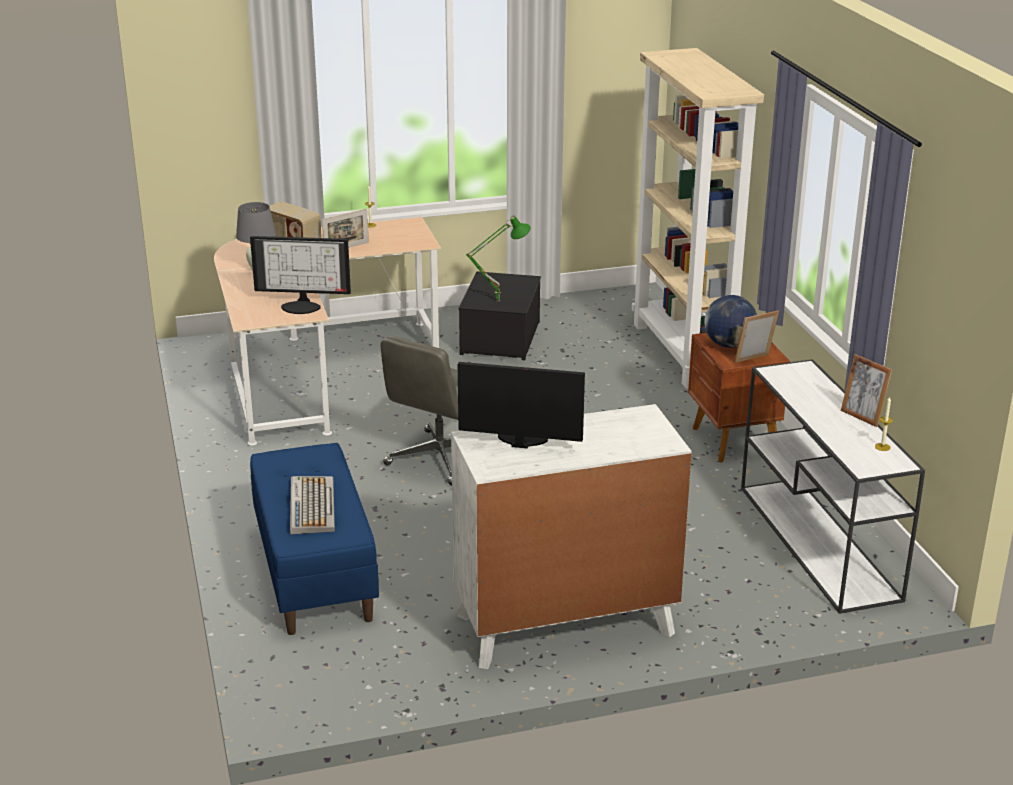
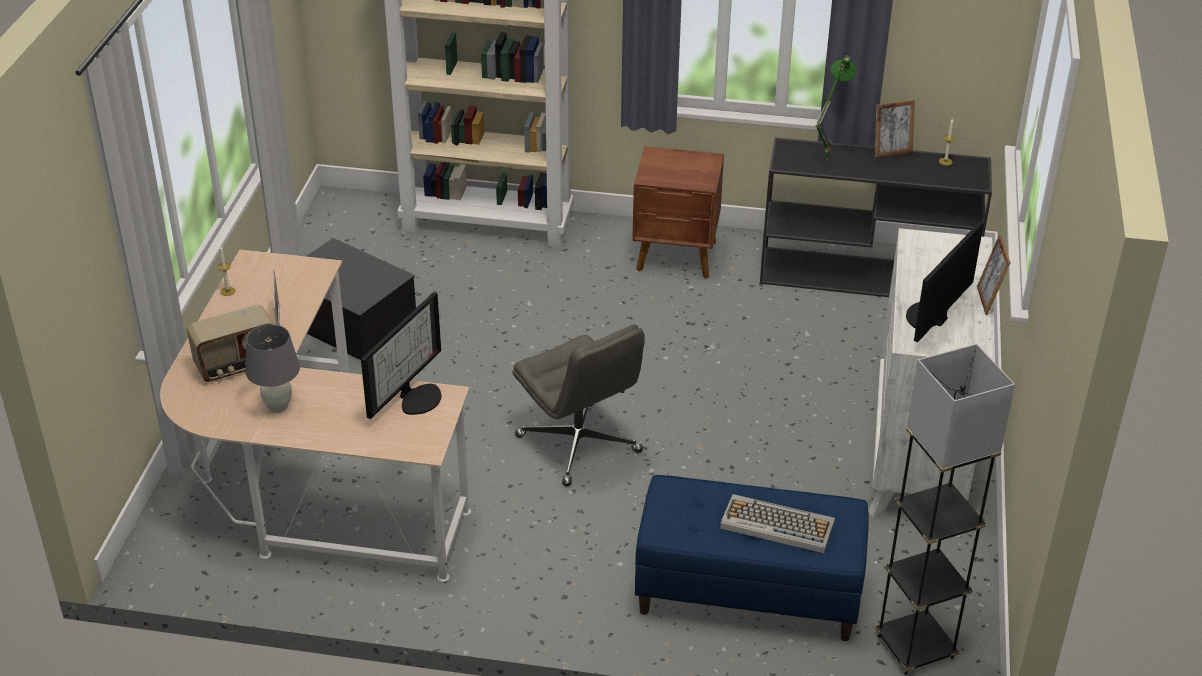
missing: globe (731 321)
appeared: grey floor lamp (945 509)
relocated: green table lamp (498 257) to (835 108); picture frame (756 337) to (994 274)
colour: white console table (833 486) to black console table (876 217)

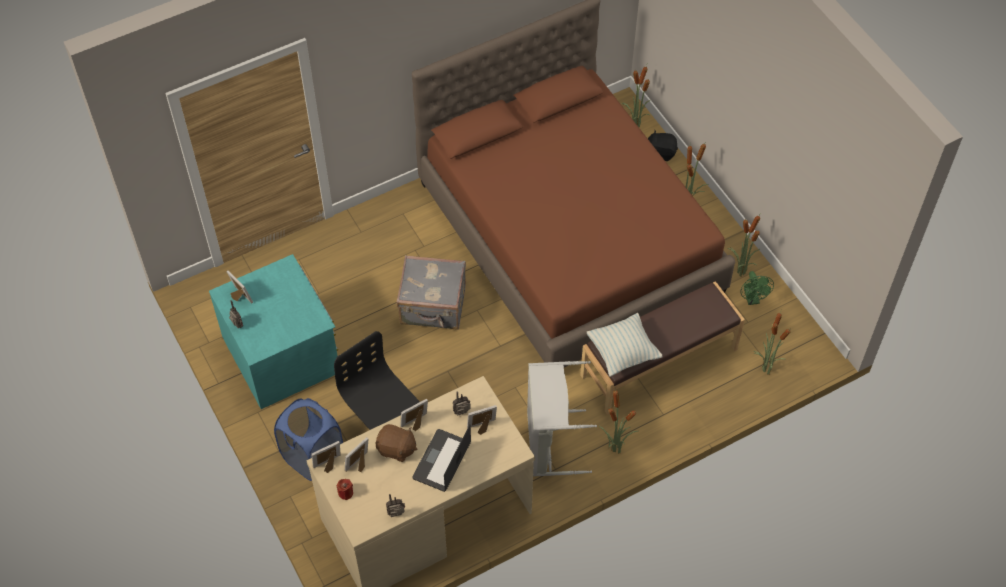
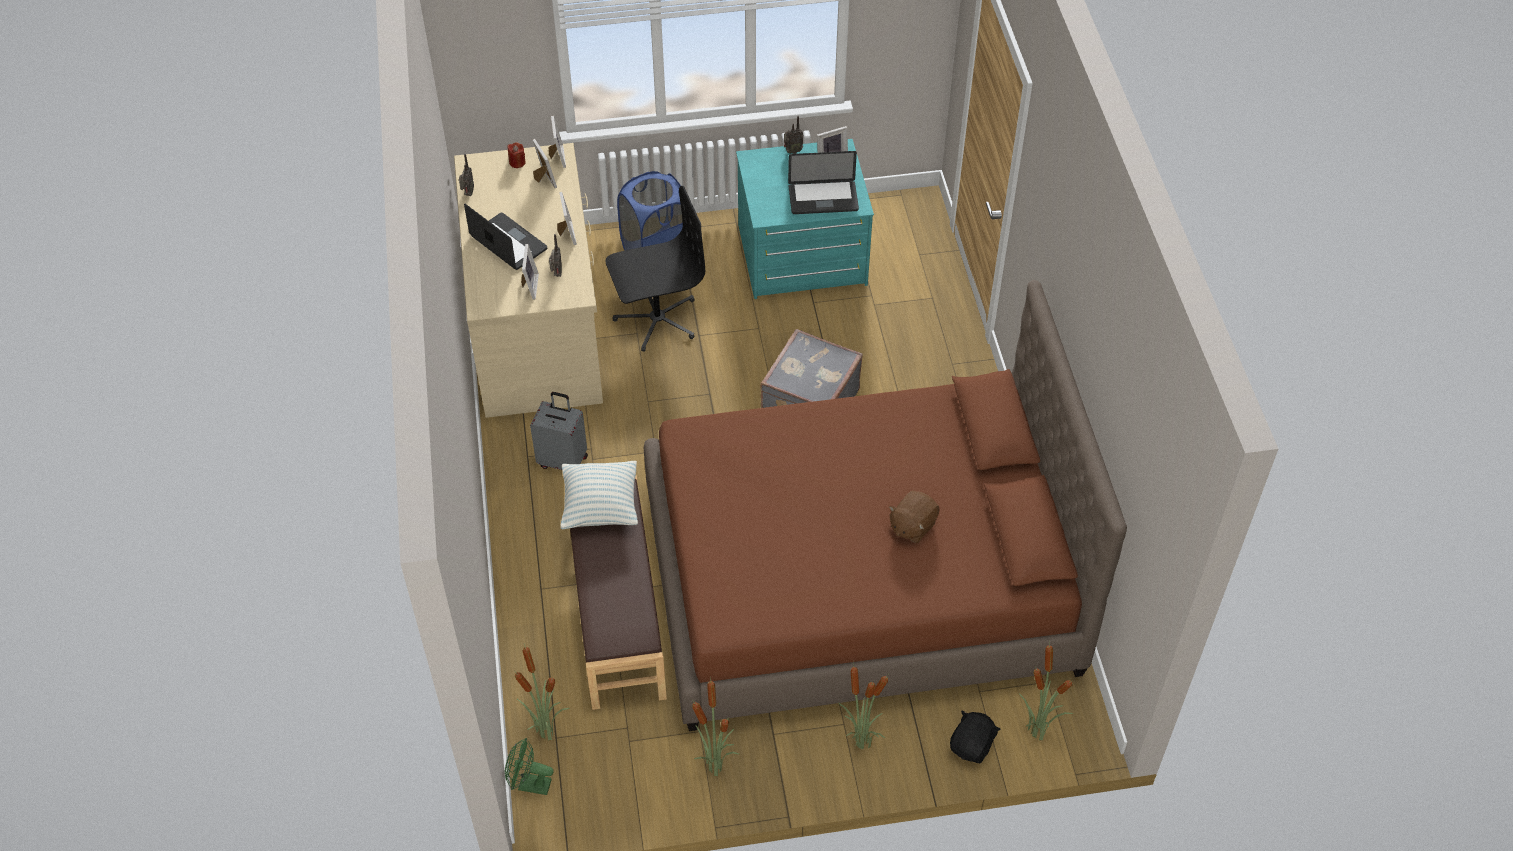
missing: potted plant (619 421)
appeared: laptop (823 182)
relocated: green fan (757 288) to (529 766); brown plush toy (396 443) to (914 517)
exchanged: grey laundry basket (562 418) to grey suitcase (559 431)

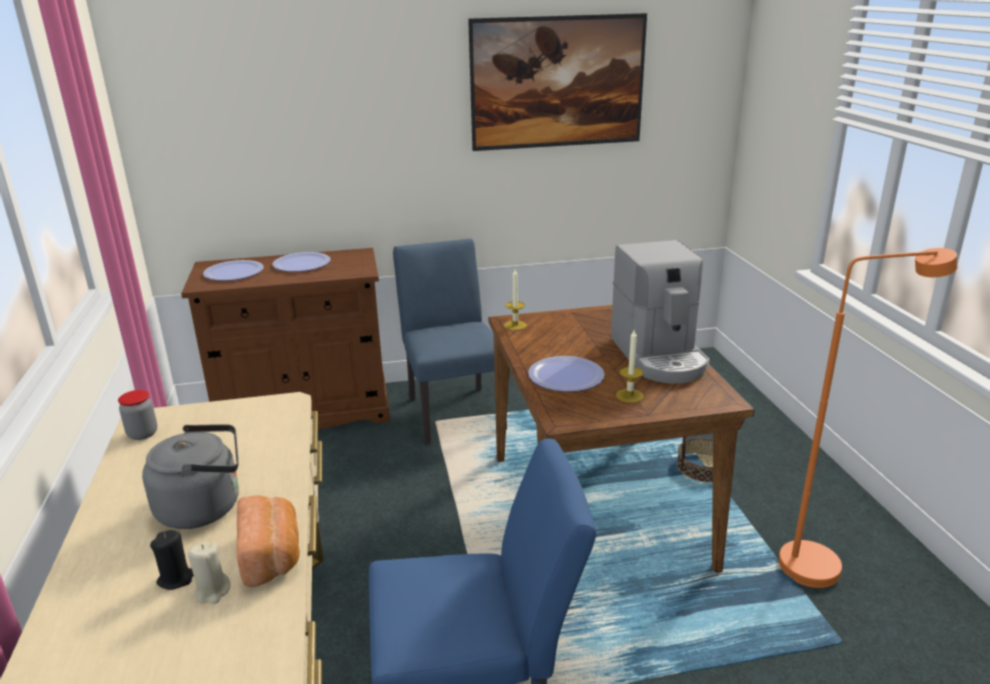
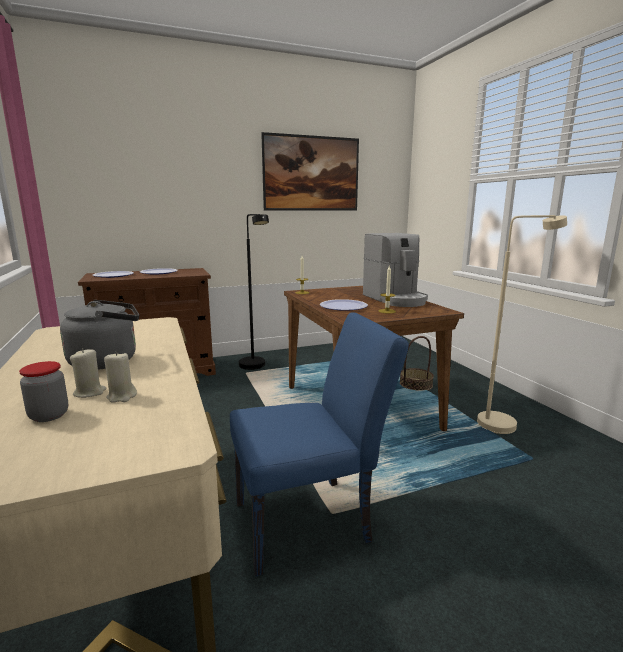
missing: bread (268 541)
relocated: jar (137 415) to (43 391)
exchanged: blue chair (450 341) to black floor lamp (254 292)
colour: orange floor lamp (867 418) to beige floor lamp (522 324); black candle (172 560) to beige candle (88 373)

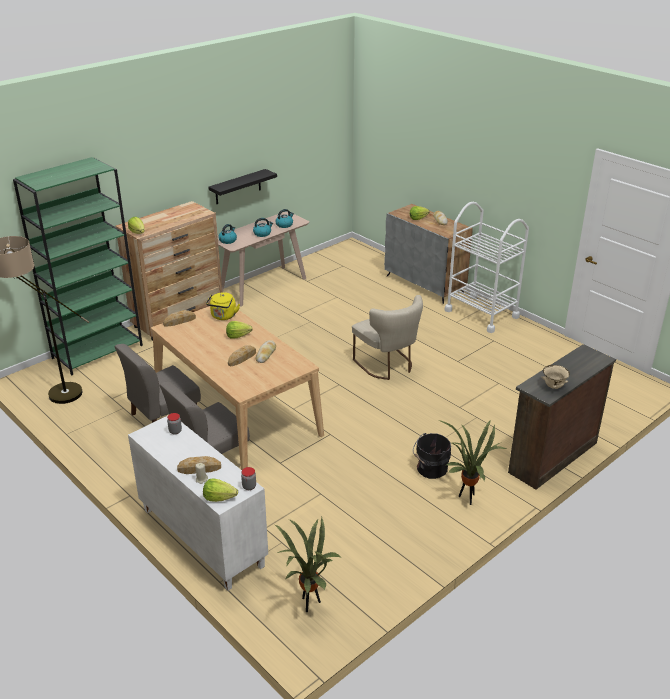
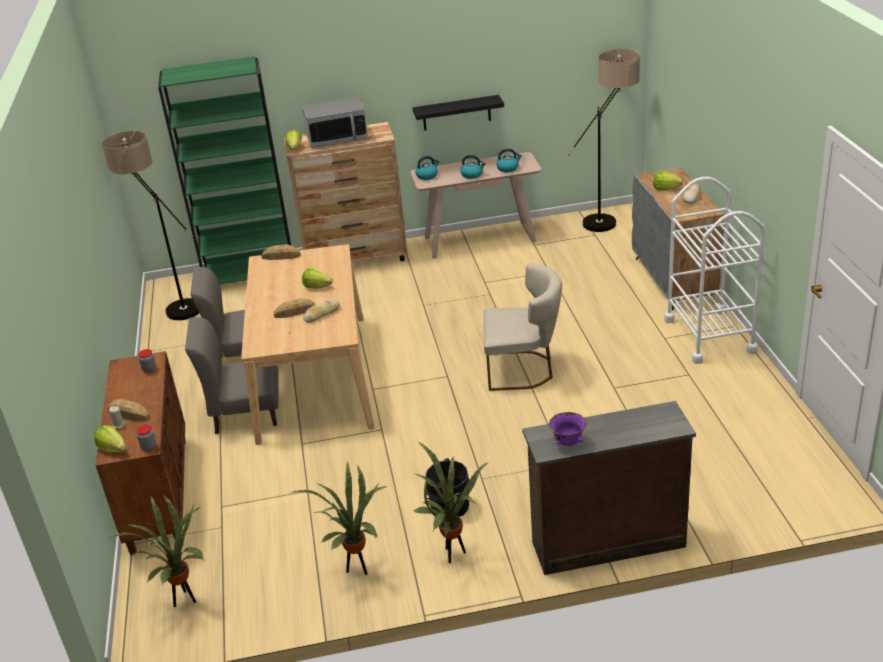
missing: yellow kettle (223 306)
appeared: floor lamp (604 140); microwave (335 122); potted plant (338 518)
colour: beige bowl (555 377) to purple bowl (567 429); white cabinet (198 503) to brown cabinet (141 453)
spun: beige chair (387 337) = (523 327) 90 degrees counterclockwise

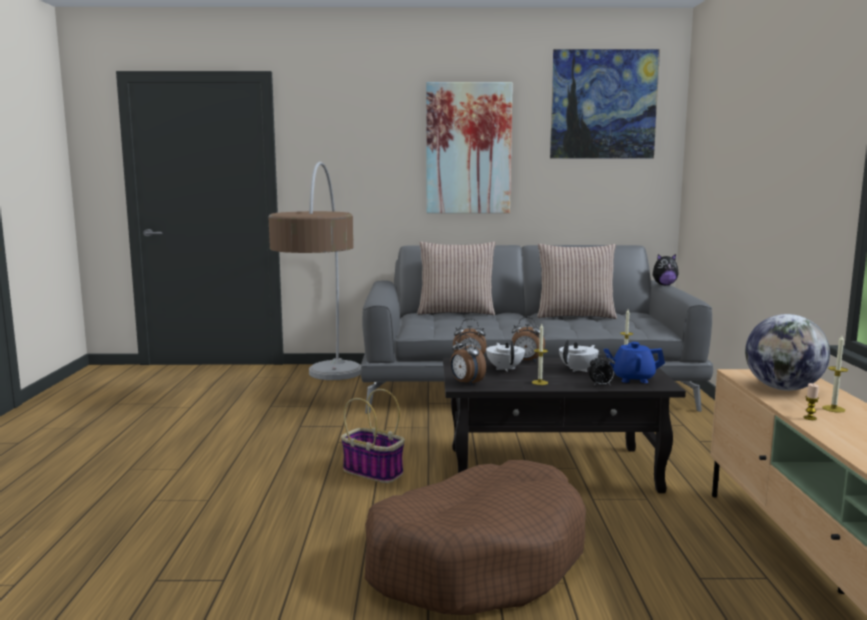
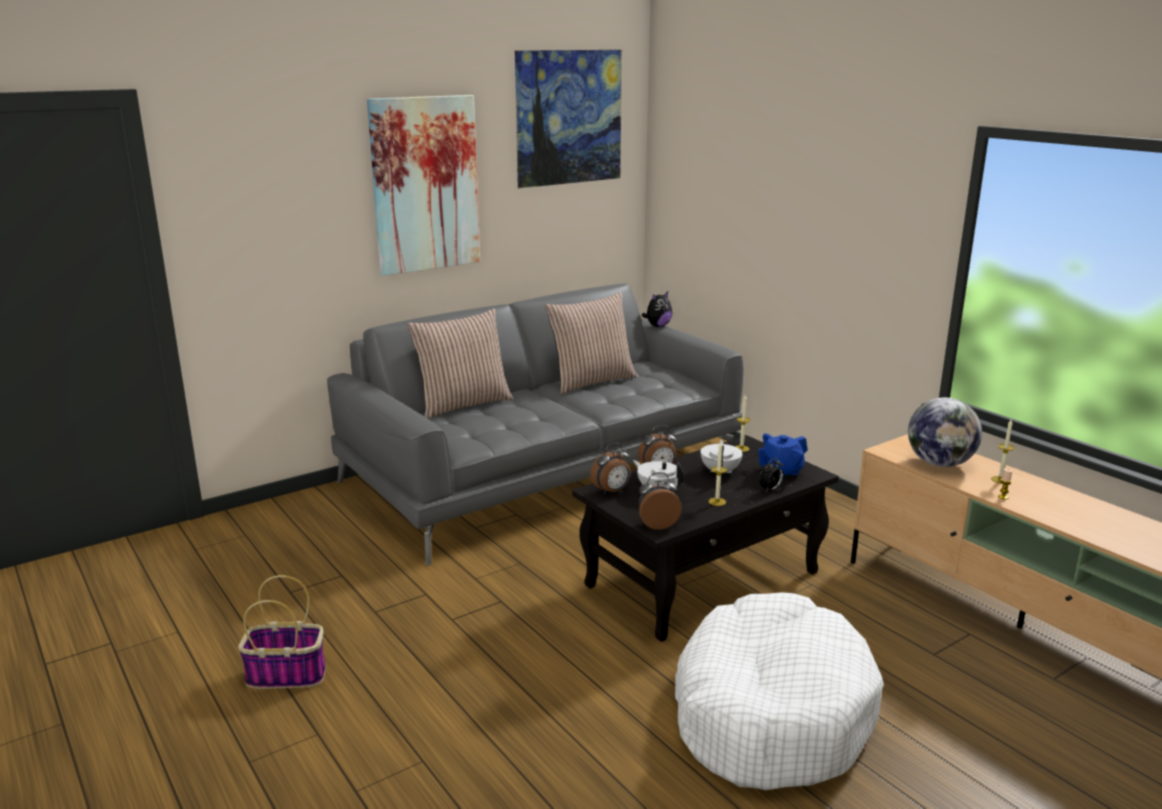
missing: floor lamp (314 271)
relocated: basket (373 436) to (282 632)
colour: brown dog bed (475 537) to white dog bed (779 691)
spun: alarm clock (468 360) = (660 501) 150 degrees clockwise

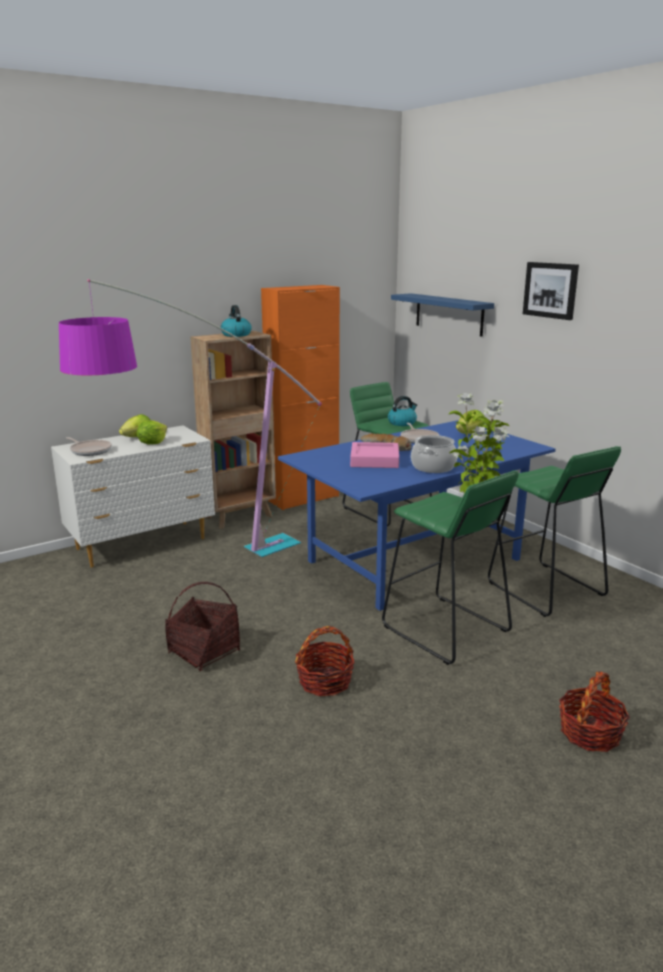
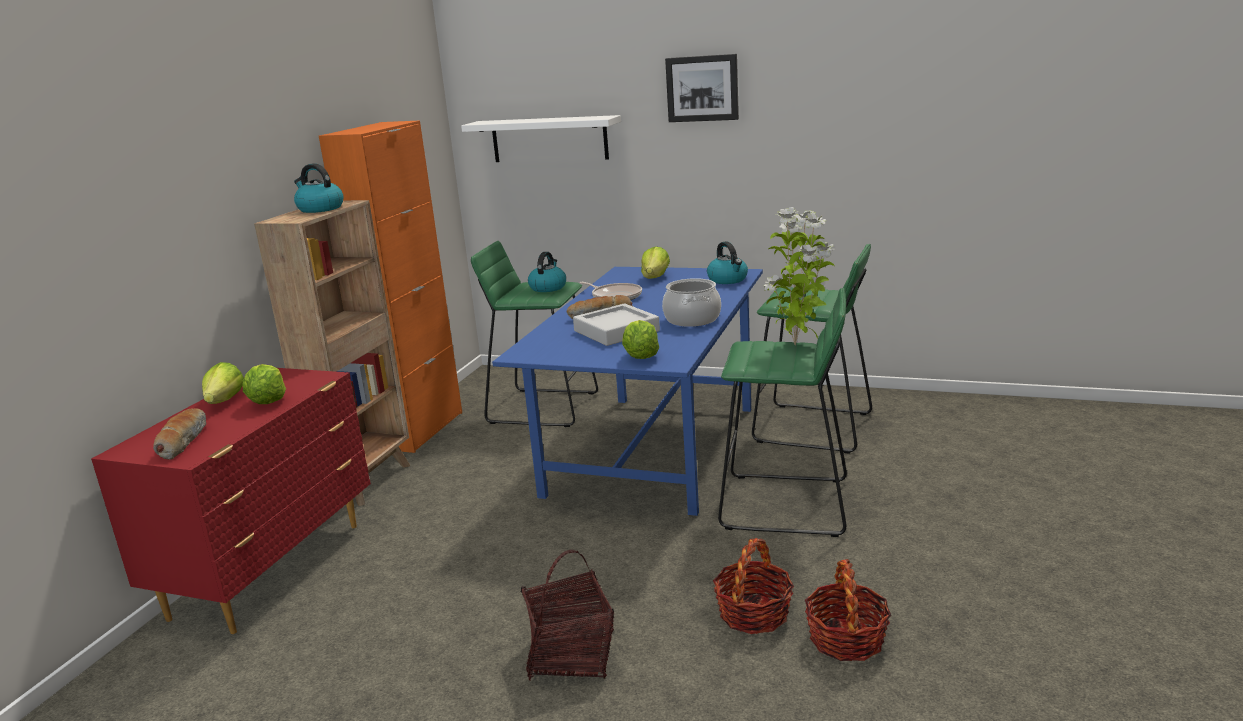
missing: floor lamp (190 418)
appeared: kettle (727 262); lettuce (640 339)
relocated: basket (594 711) to (848 610)
exchanged: frying pan (89 446) to bread (179 434)
colour: blue shelf (442 315) to white shelf (541 138); white dresser (133 497) to red dresser (231 501); pink tray (374 455) to grey tray (616 324)

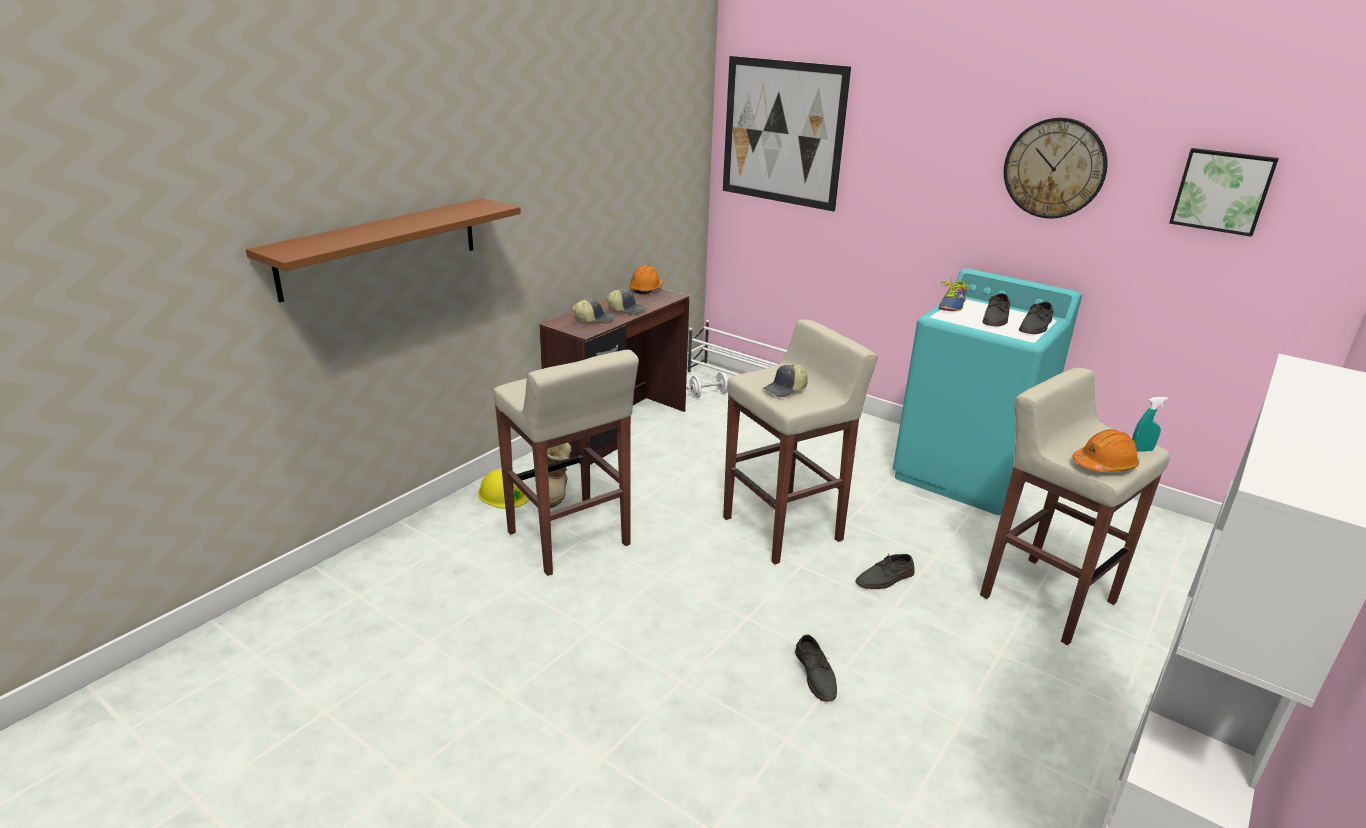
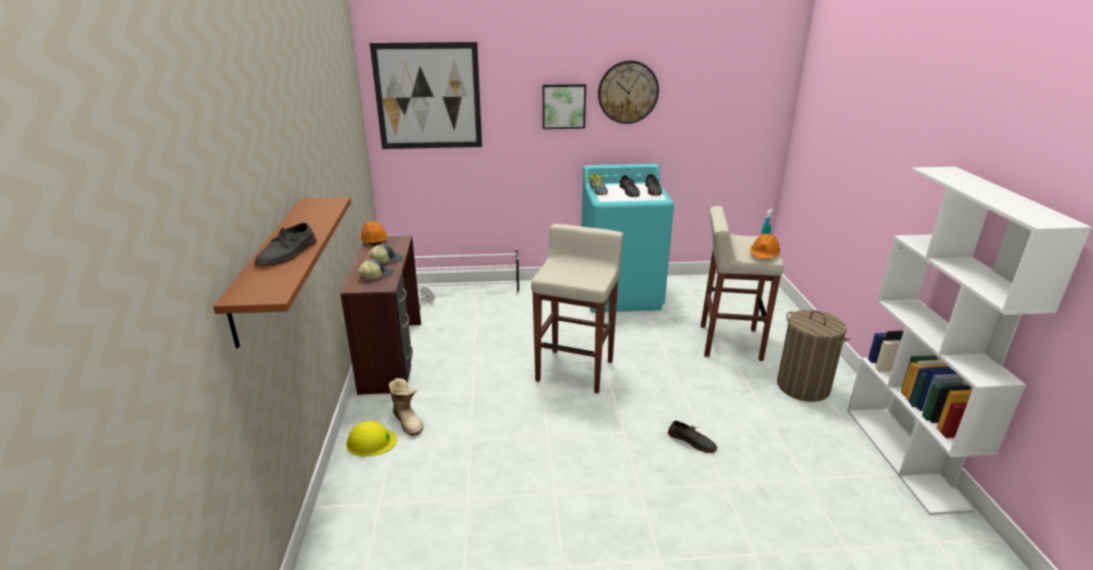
missing: beige stool (566 463); cap (785 380)
appeared: laundry basket (813 356)
relocated: picture (1224 192) to (564 106); grey shoe (885 571) to (285 245)

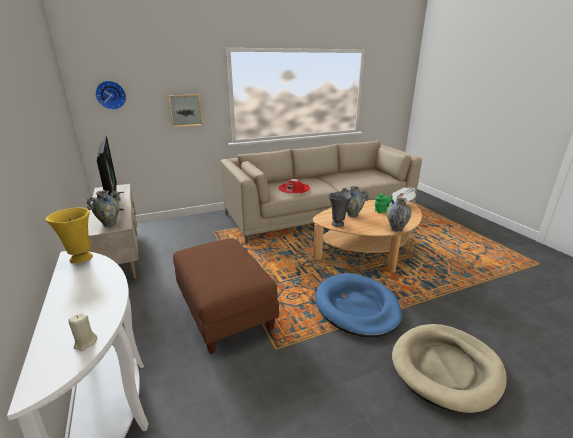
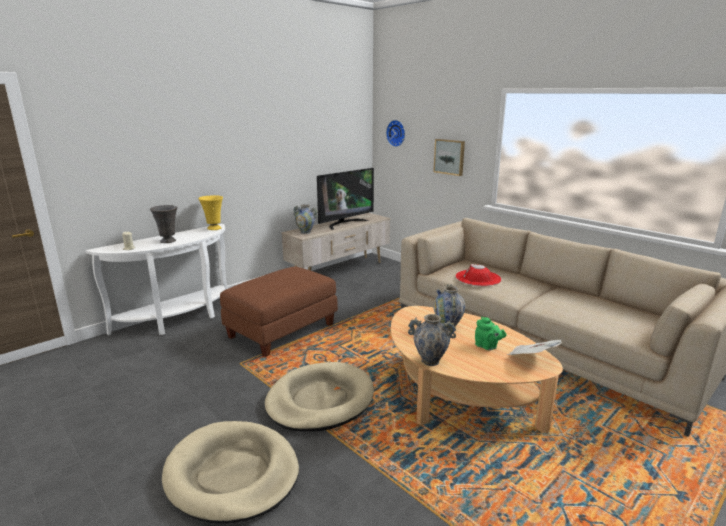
relocated: grey vase (340 209) to (163 224)
colour: blue dog bed (358 305) to beige dog bed (319 397)

